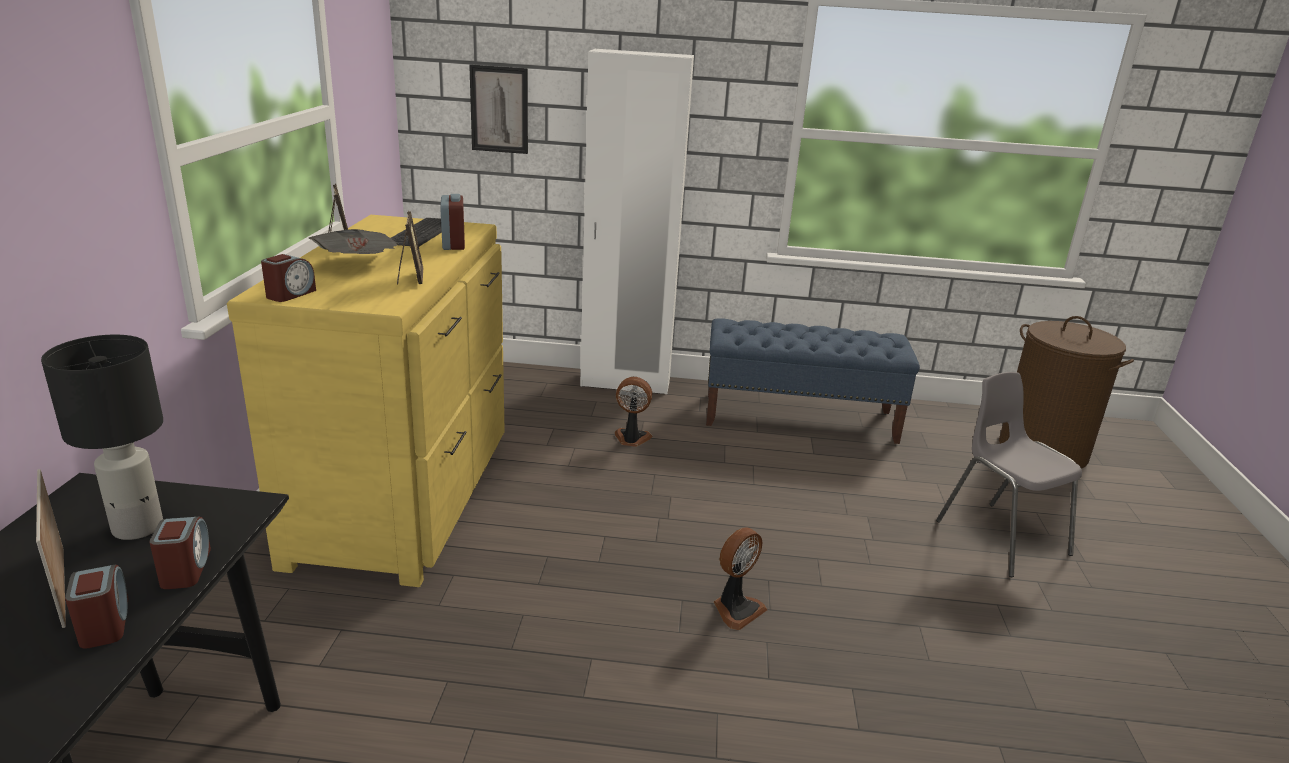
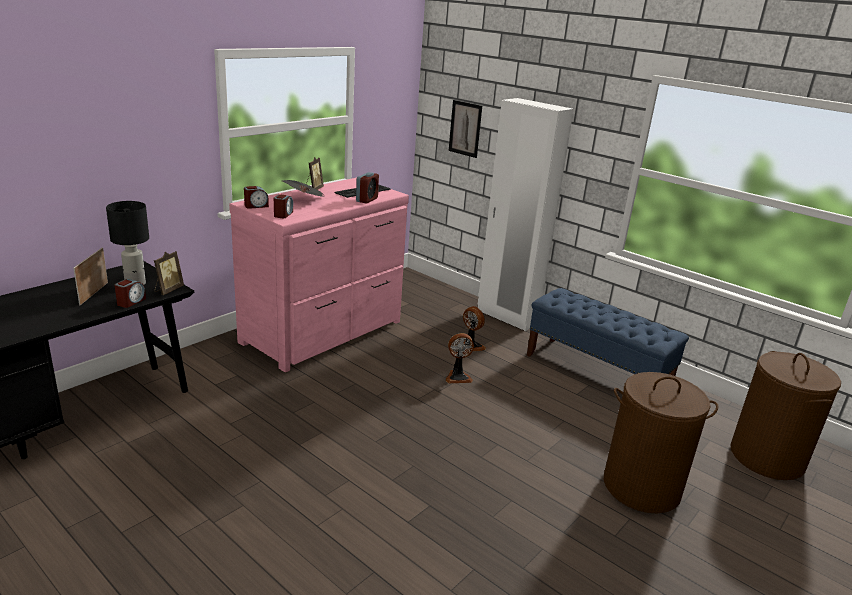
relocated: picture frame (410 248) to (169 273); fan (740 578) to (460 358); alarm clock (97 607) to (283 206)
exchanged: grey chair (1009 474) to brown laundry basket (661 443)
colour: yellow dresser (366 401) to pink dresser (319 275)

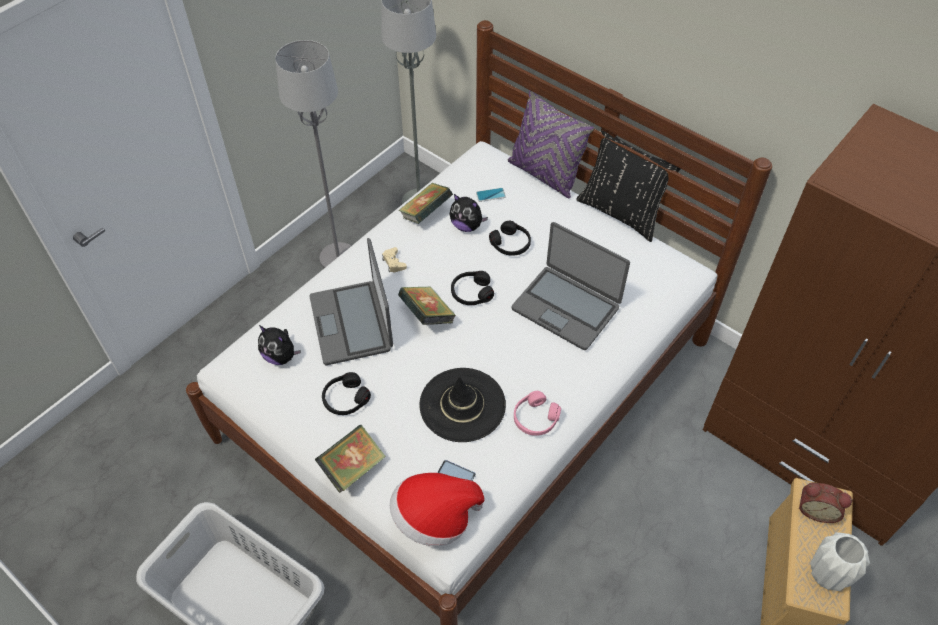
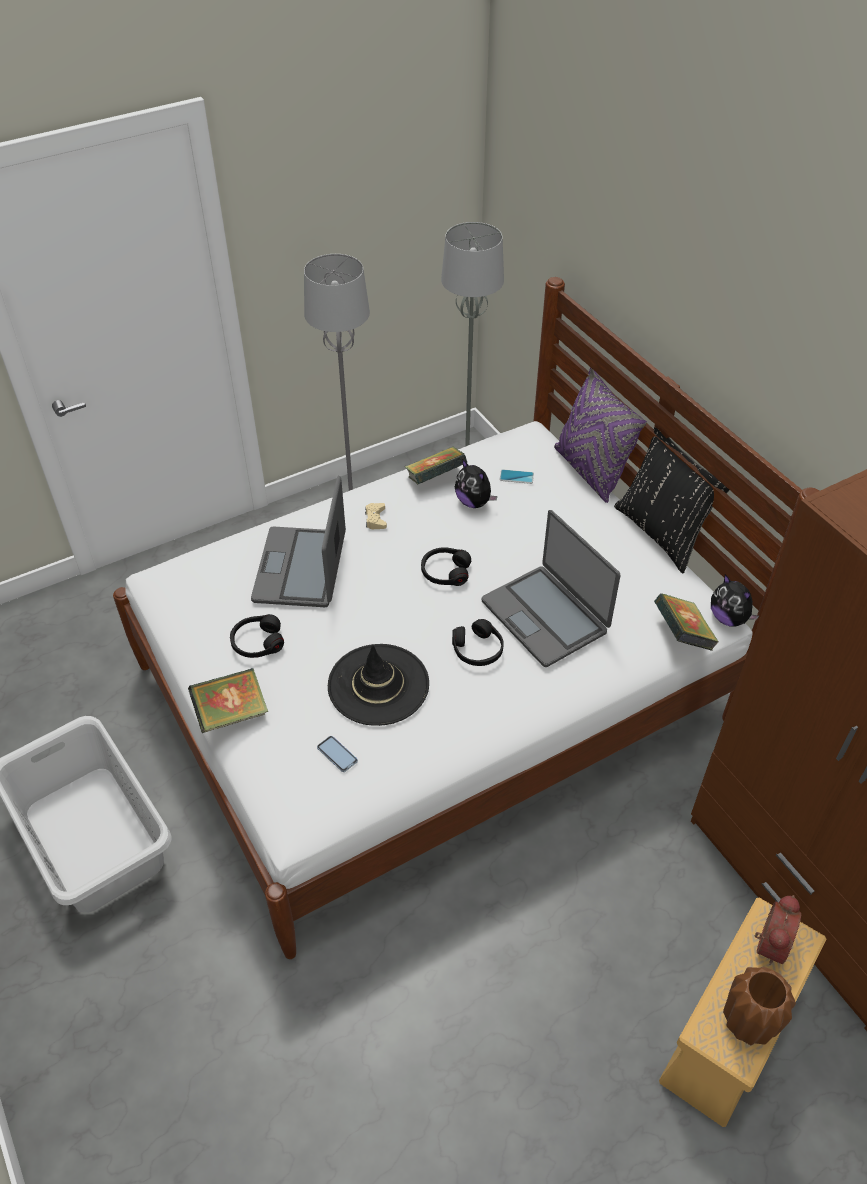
missing: pink headphones (537 413); hat (437 509)
relocated: black headphones (510 238) to (478 642); book (427 305) to (686 622); plush toy (279 345) to (735 600)
colour: white vase (840 561) to brown vase (759 1005)
spun: alarm clock (826 503) = (778 930) 105 degrees counterclockwise

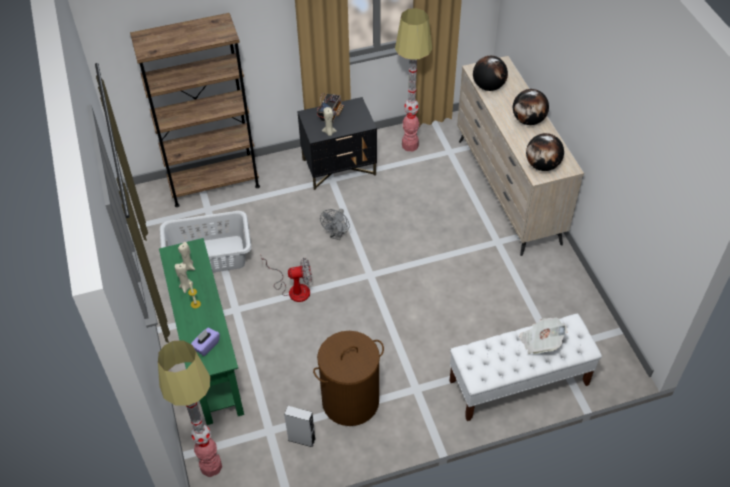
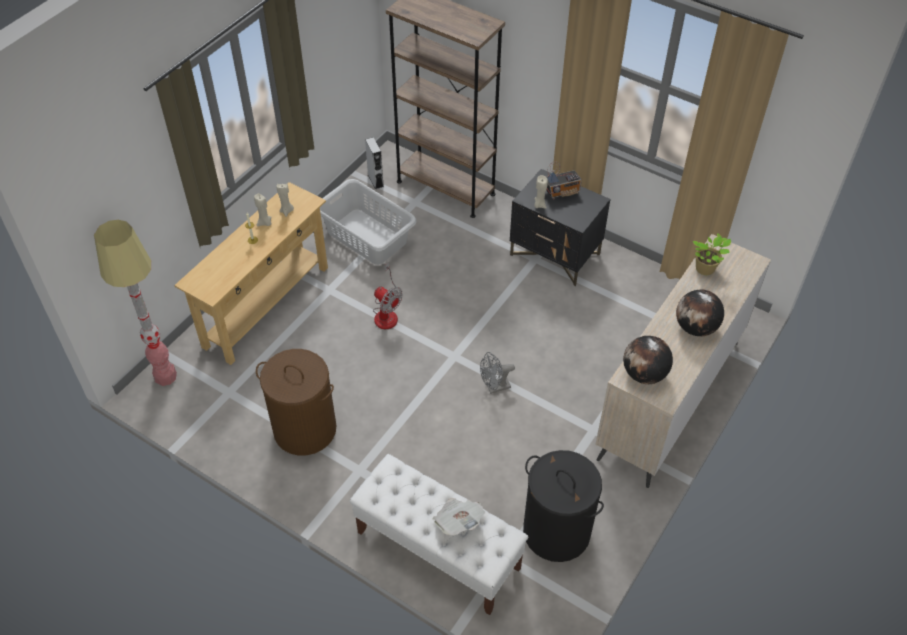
missing: floor lamp (413 79); purple tissue box (205 341)
appeared: black laundry basket (563 506)
relocated: grey fan (335 224) to (497 373); grey speaker (300 426) to (374 163)
exchanged: globe (490 73) to potted plant (711 254)
colour: green console table (201 331) to beige console table (251 273)

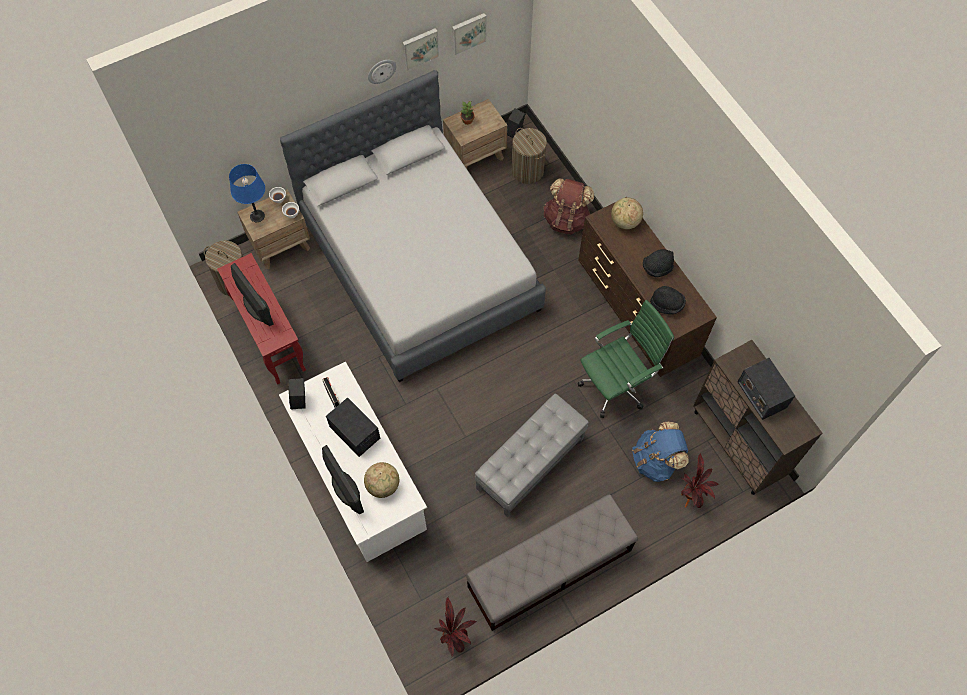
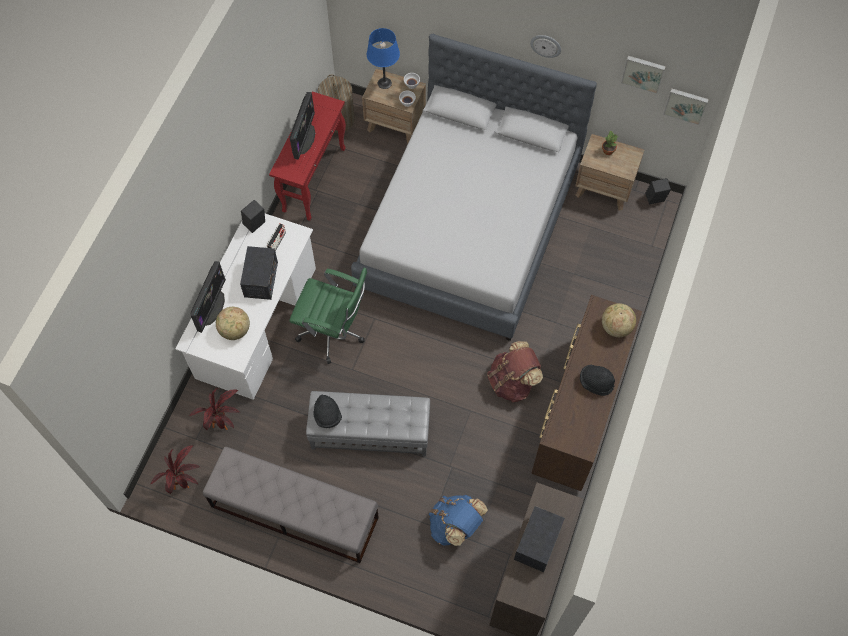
missing: laundry basket (529 156)
relocated: picture (420 49) to (686 107); brown backpack (569 206) to (515 371); black hat (668 300) to (327 411); green office chair (625 359) to (328 316); potted plant (700 480) to (214 409)

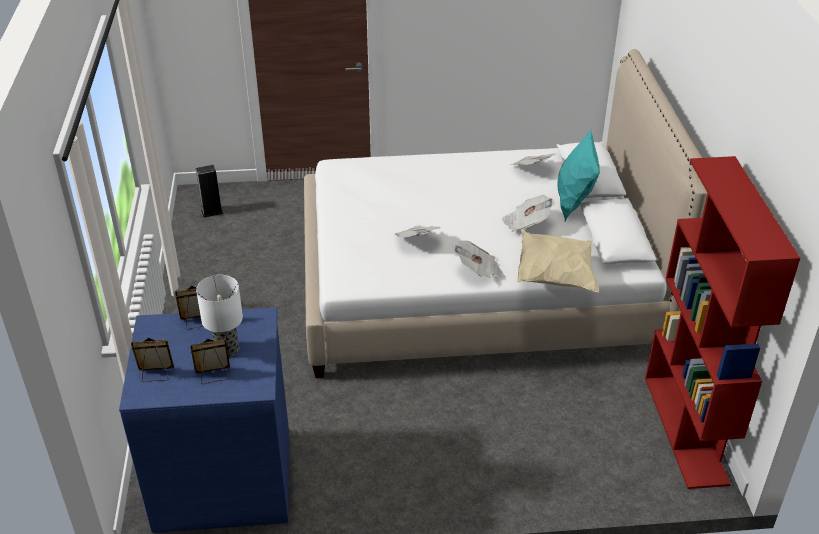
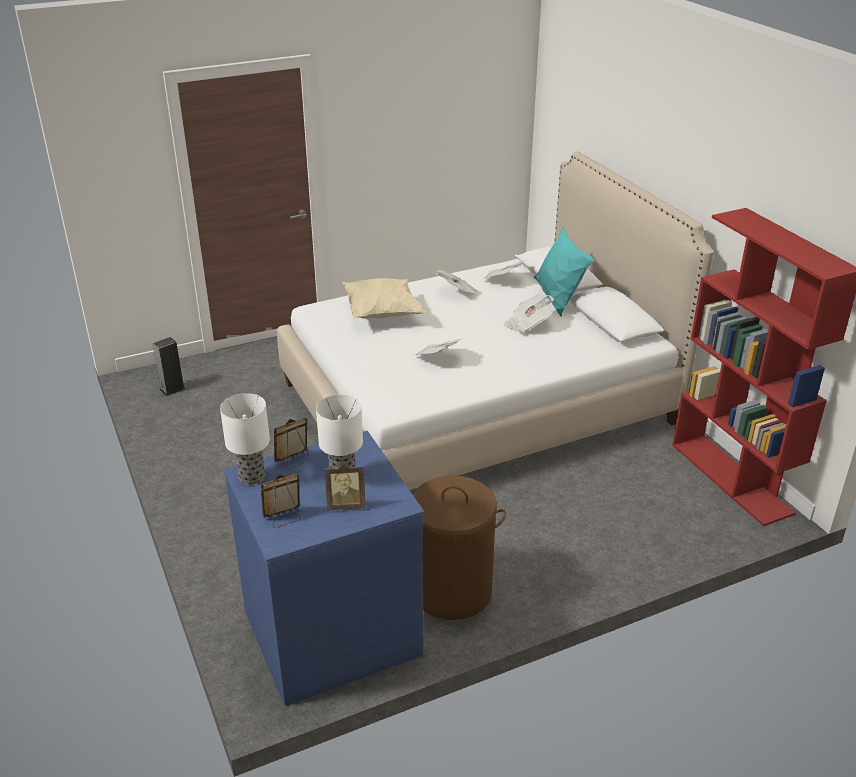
appeared: table lamp (245 439); brown laundry basket (459 547)
relocated: beige pillow (558 261) to (384 298); newspaper (479 259) to (458 281)
spun: picture frame (210 361) = (345 486) 150 degrees counterclockwise

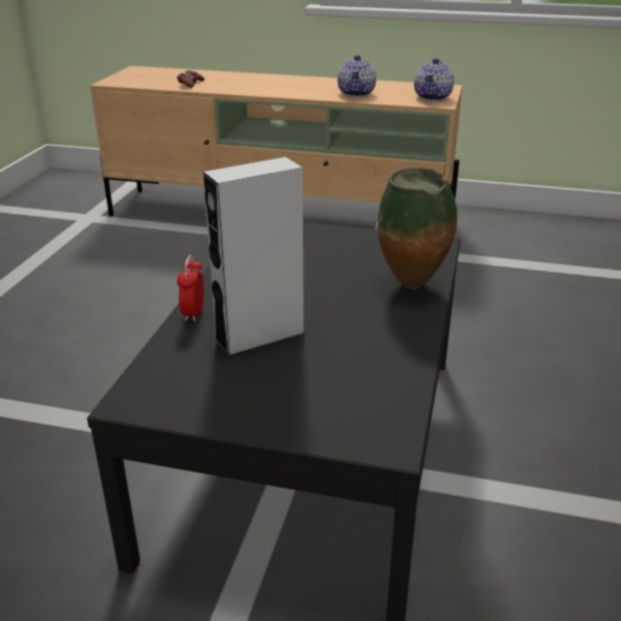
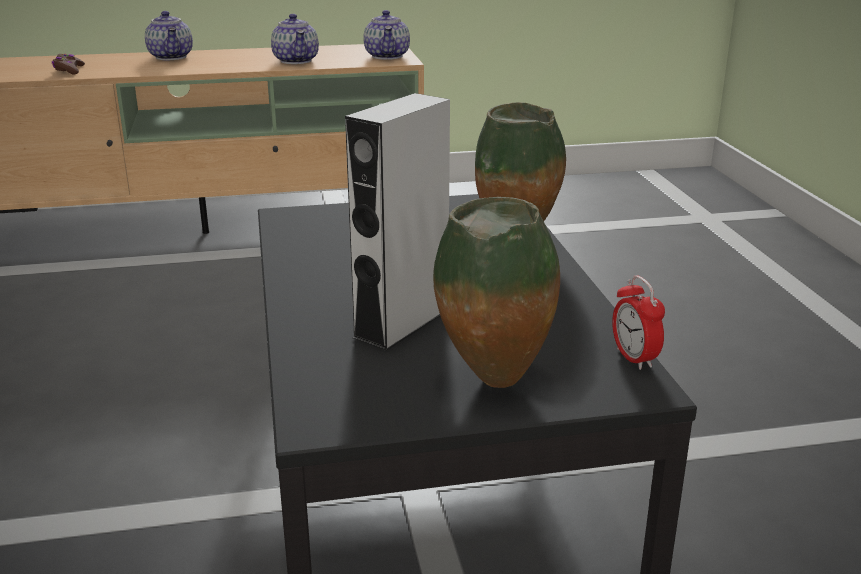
appeared: teapot (169 35); vase (496 292)
relocated: alarm clock (190 288) to (638 323)

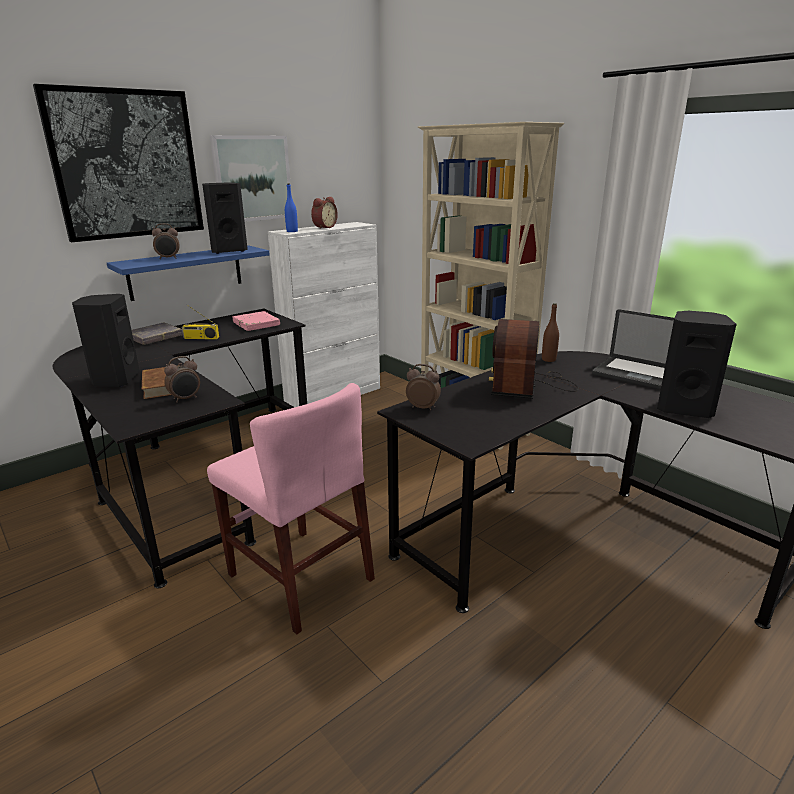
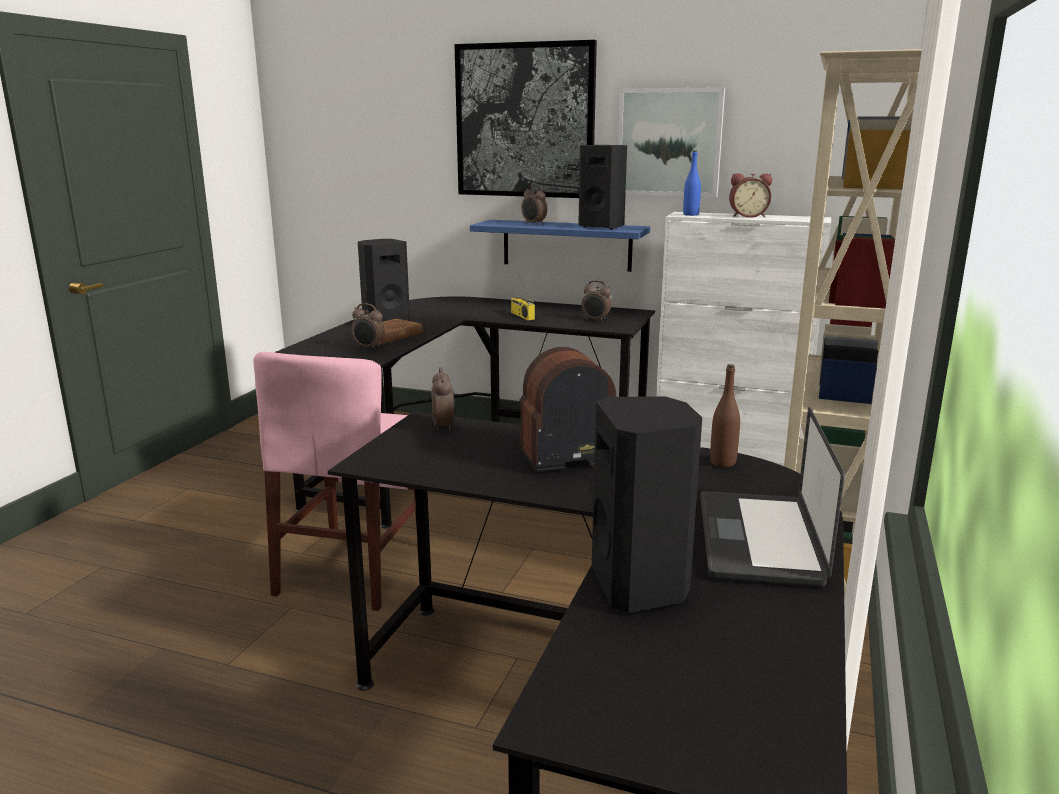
missing: grey book (157 334)
exchanged: pink book (256 321) to alarm clock (596 301)

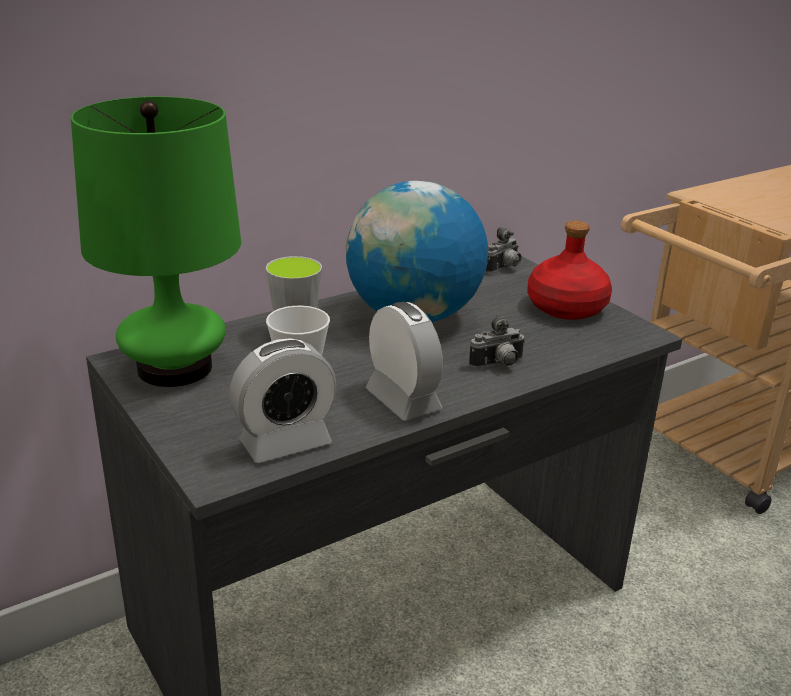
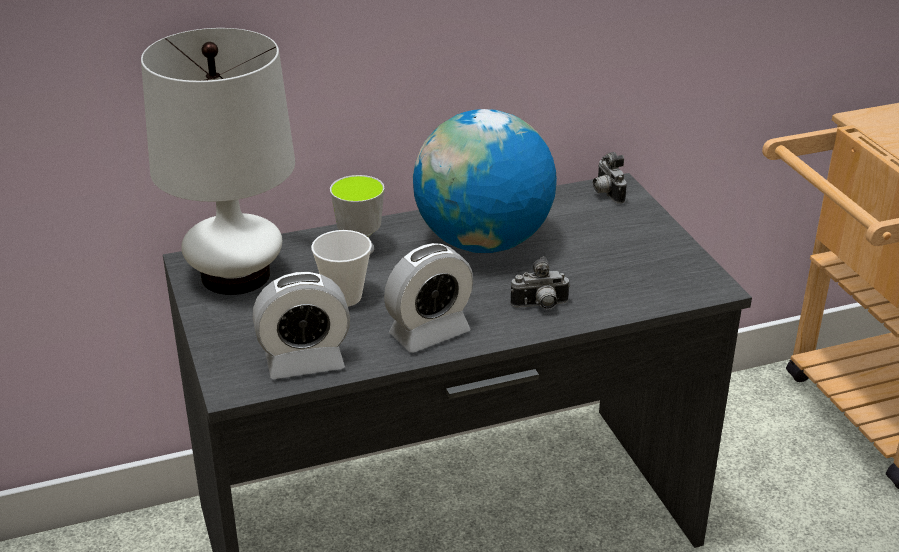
missing: red bottle (569 270)
colour: green table lamp (156 242) to white table lamp (218 161)
spun: photo camera (503 250) = (610 178) 105 degrees clockwise; alarm clock (404 361) = (428 298) 75 degrees clockwise

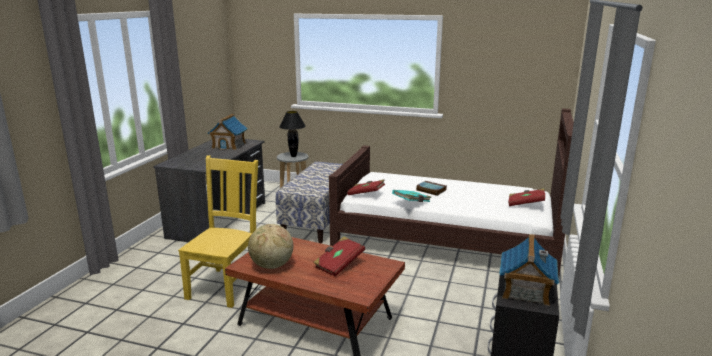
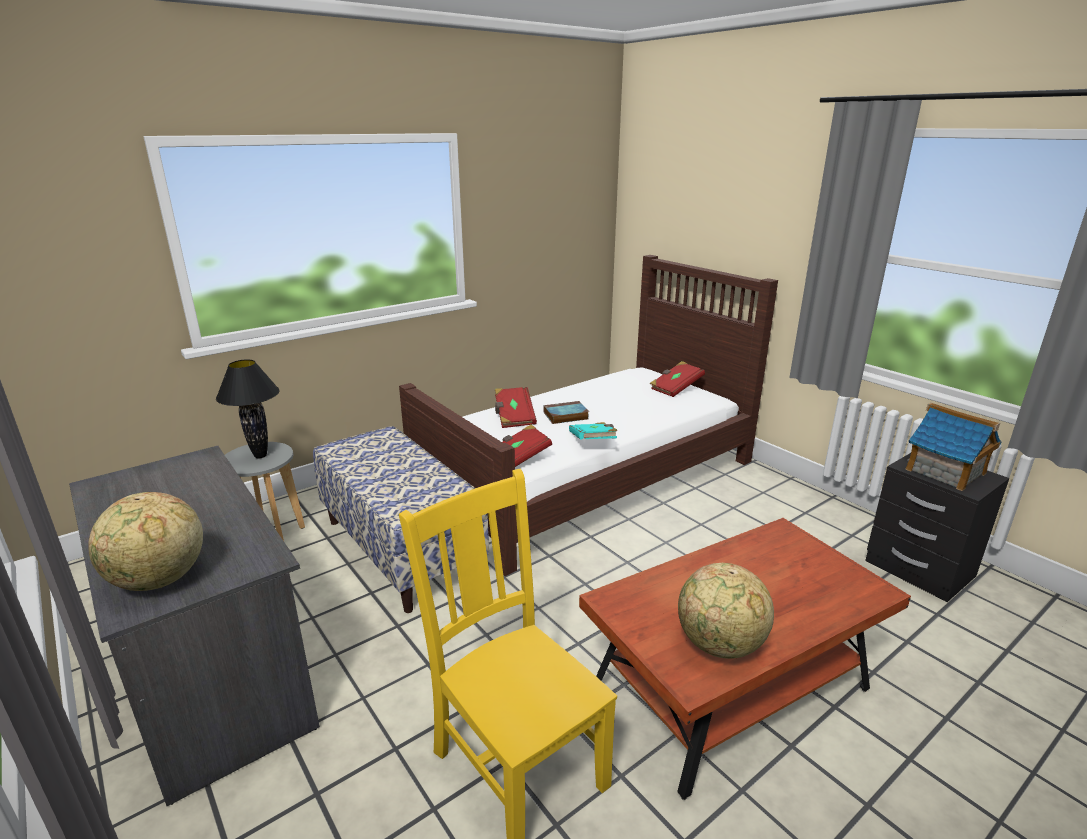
missing: toy house (228 132)
appeared: globe (145 541)
relocated: red book (339 256) to (516 407)

